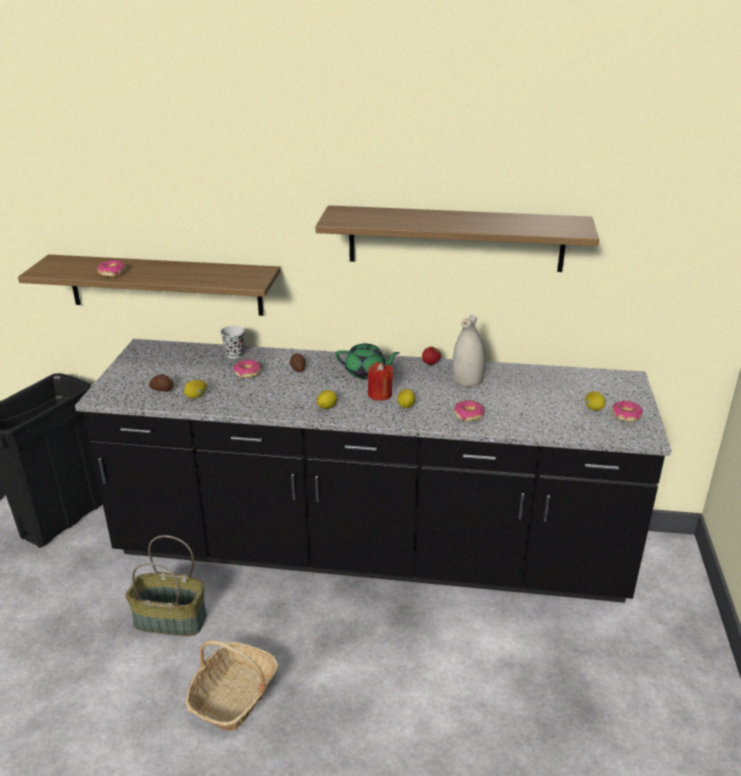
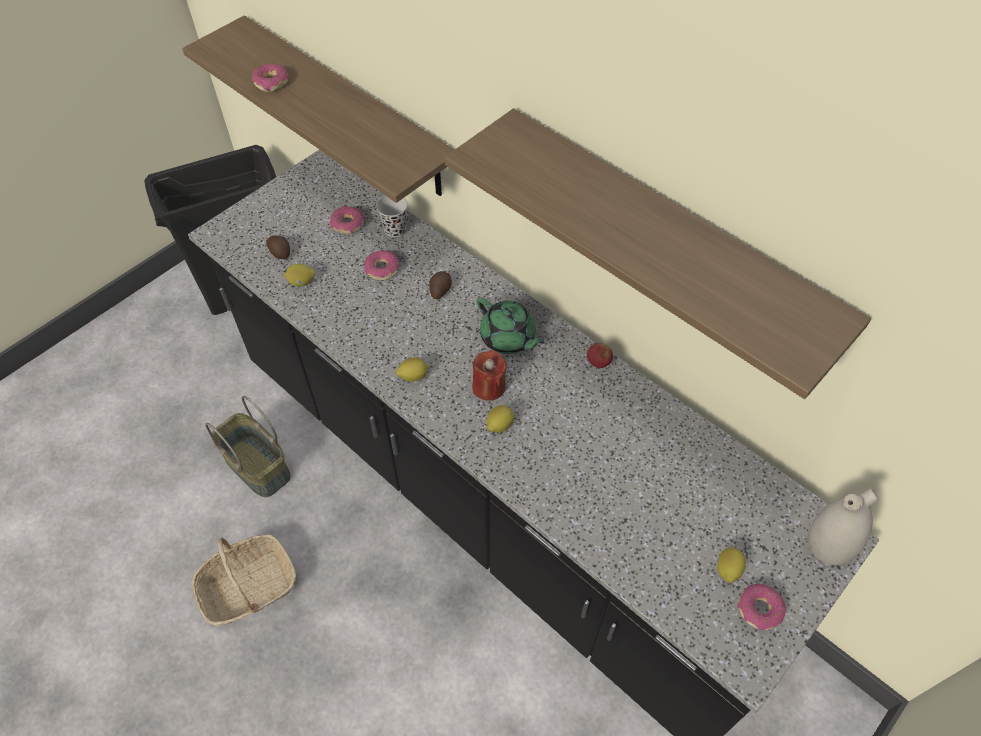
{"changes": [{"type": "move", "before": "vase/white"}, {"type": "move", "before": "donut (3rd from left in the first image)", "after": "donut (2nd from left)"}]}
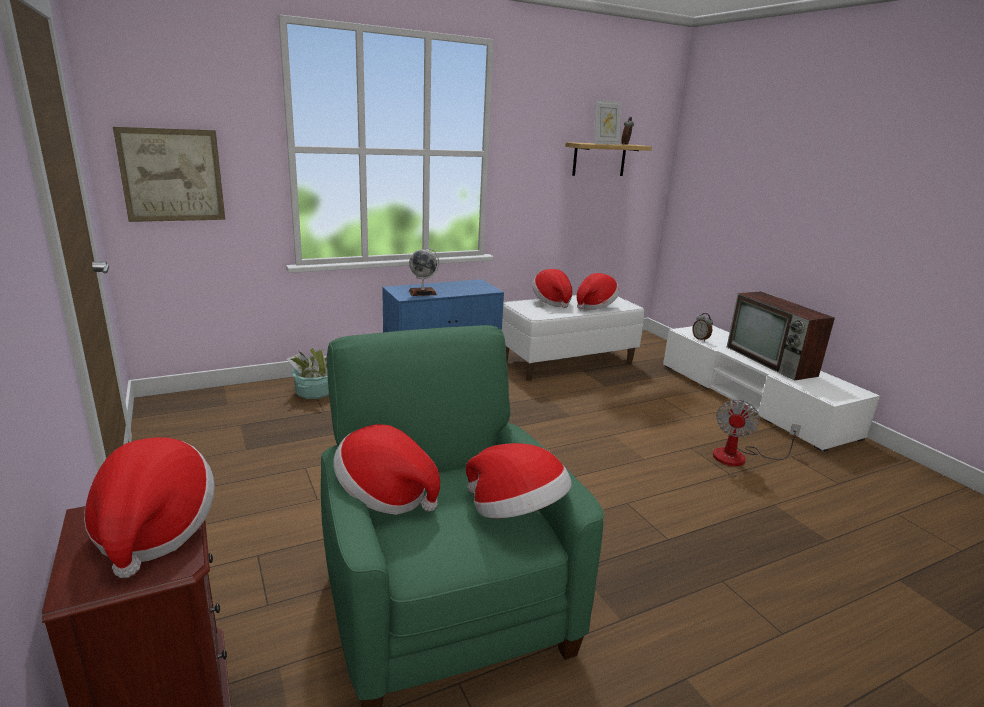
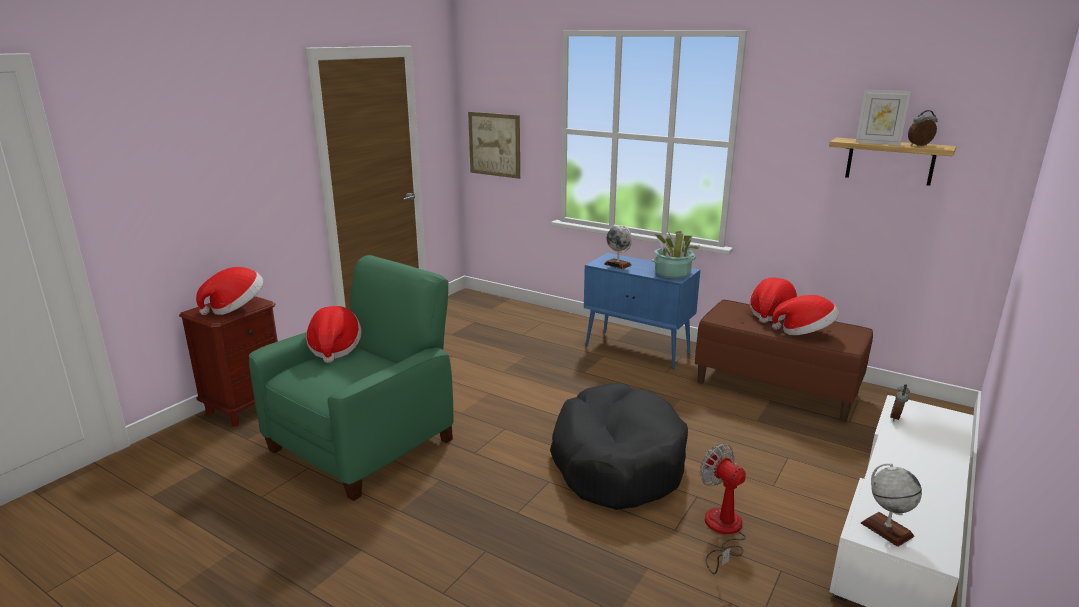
{"changes": [{"type": "delete", "before": "hat (3rd from left)"}, {"type": "delete", "before": "television"}, {"type": "insert", "after": "dog bed/black"}, {"type": "insert", "after": "globe (2nd from left)"}, {"type": "move", "before": "potted plant"}, {"type": "recolor", "before": "bench/white", "after": "bench/brown"}, {"type": "rotate", "before": "fan", "turn": 60}]}
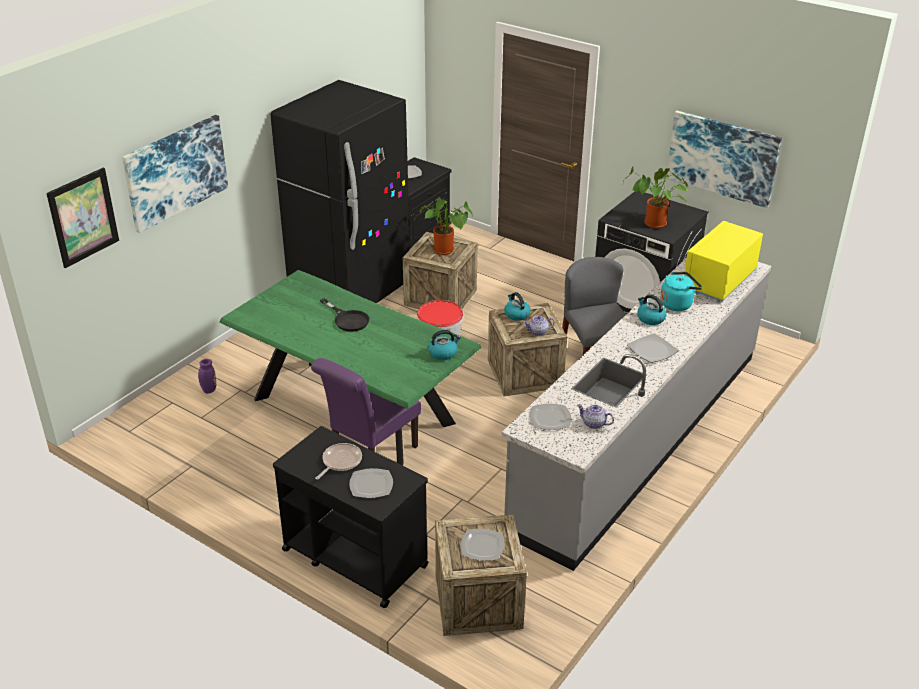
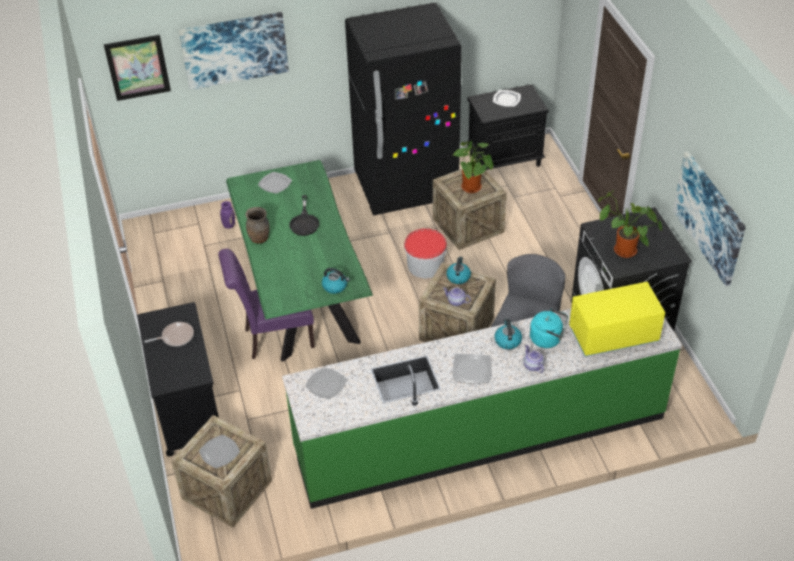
{"changes": [{"type": "insert", "after": "vase/brown"}, {"type": "move", "before": "plate (1st from left in the first image)", "after": "plate (2nd from left)"}, {"type": "move", "before": "teapot (2nd from left)"}, {"type": "recolor", "before": "counter/grey", "after": "counter/green"}]}
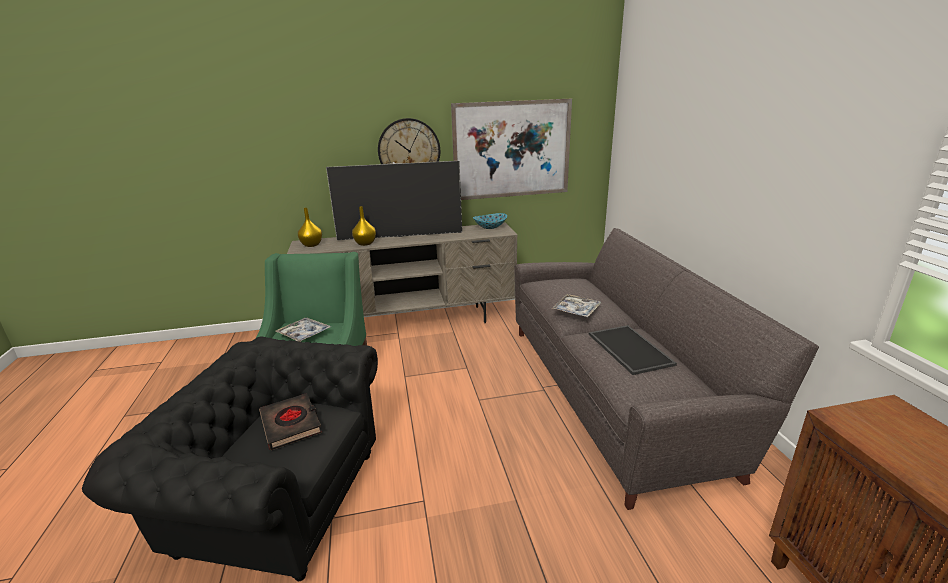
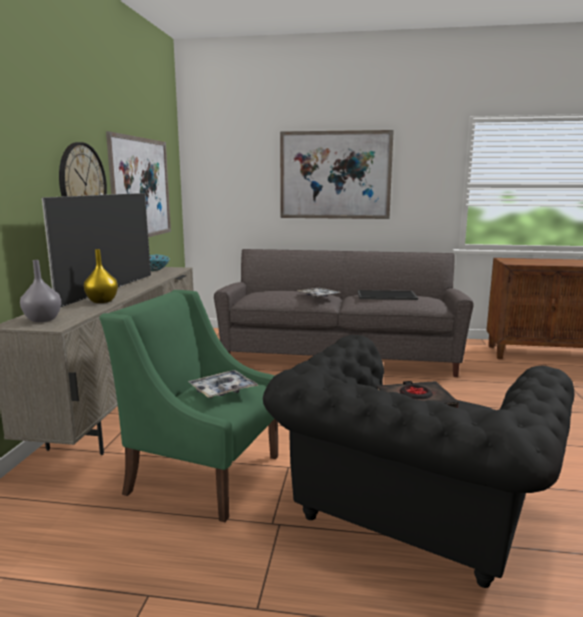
{"changes": [{"type": "insert", "after": "picture (2nd from left)"}, {"type": "recolor", "before": "vase/yellow (1st from left)", "after": "vase/grey"}]}
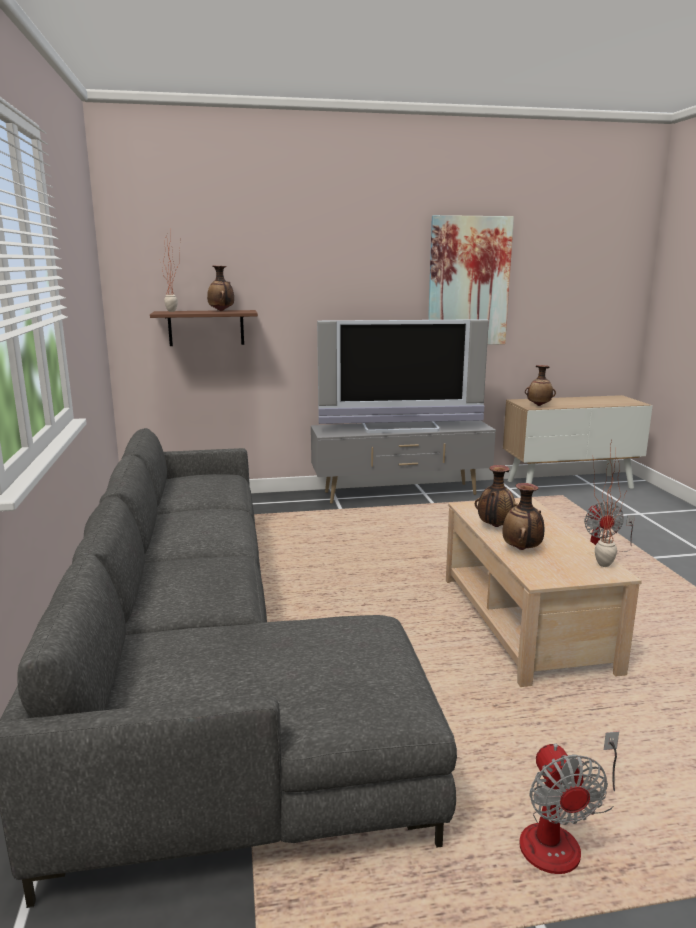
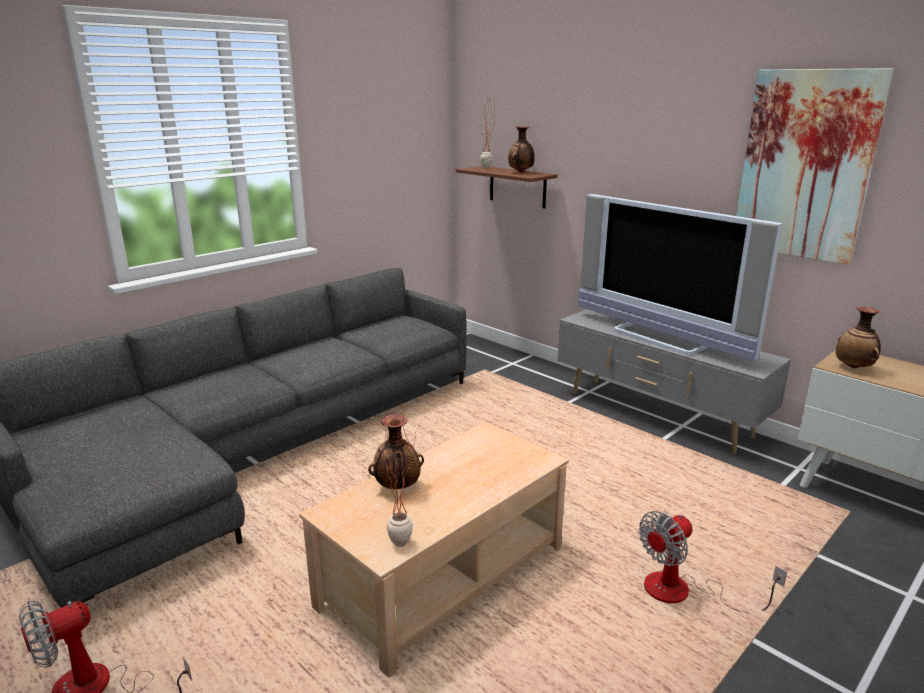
{"changes": [{"type": "delete", "before": "vase (2nd from left)"}]}
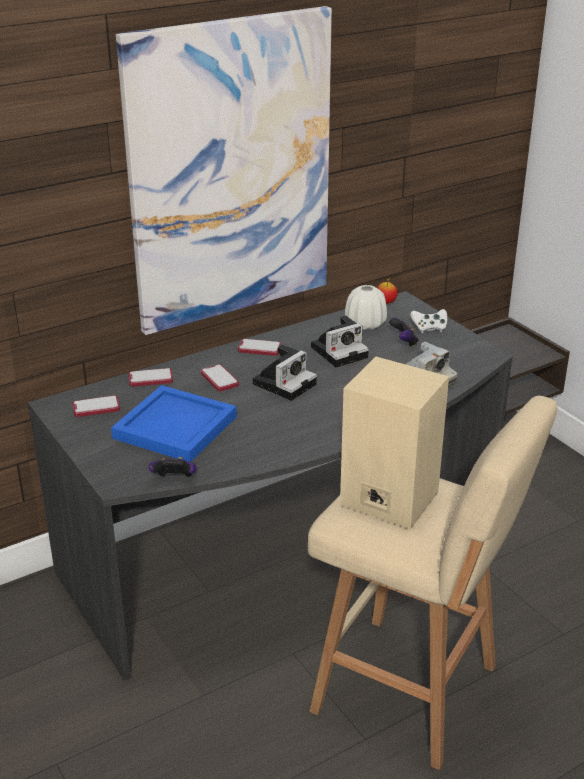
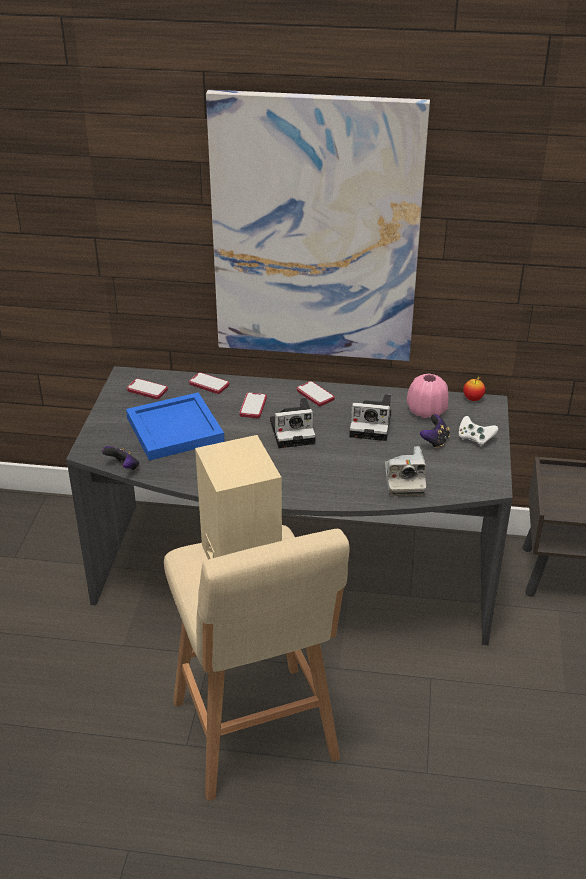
{"changes": [{"type": "recolor", "before": "vase/white", "after": "vase/pink"}]}
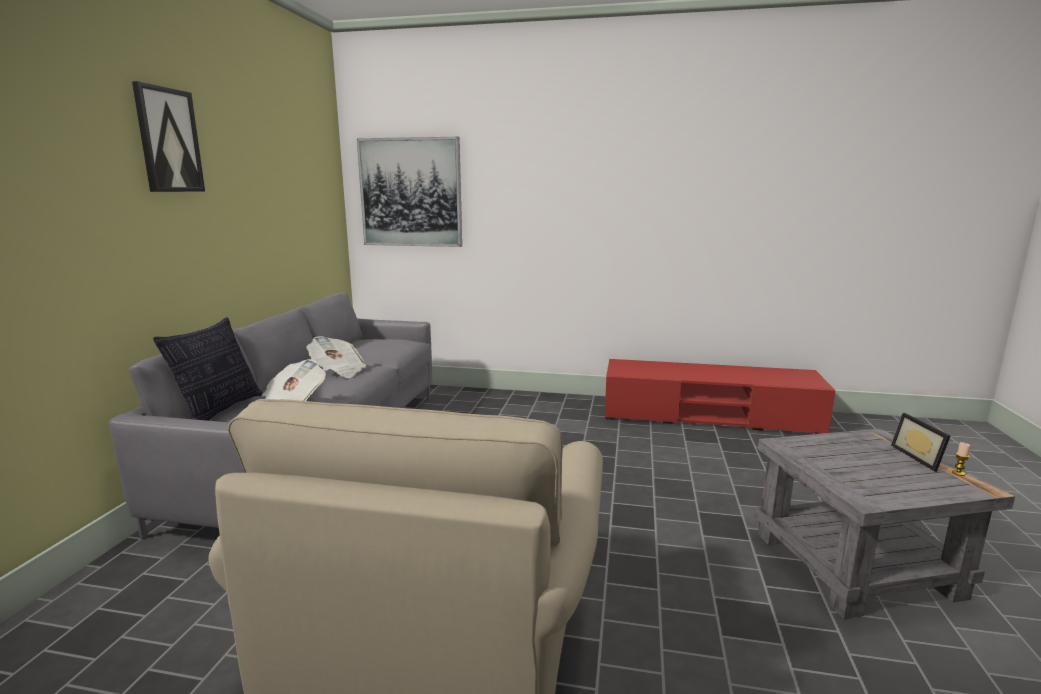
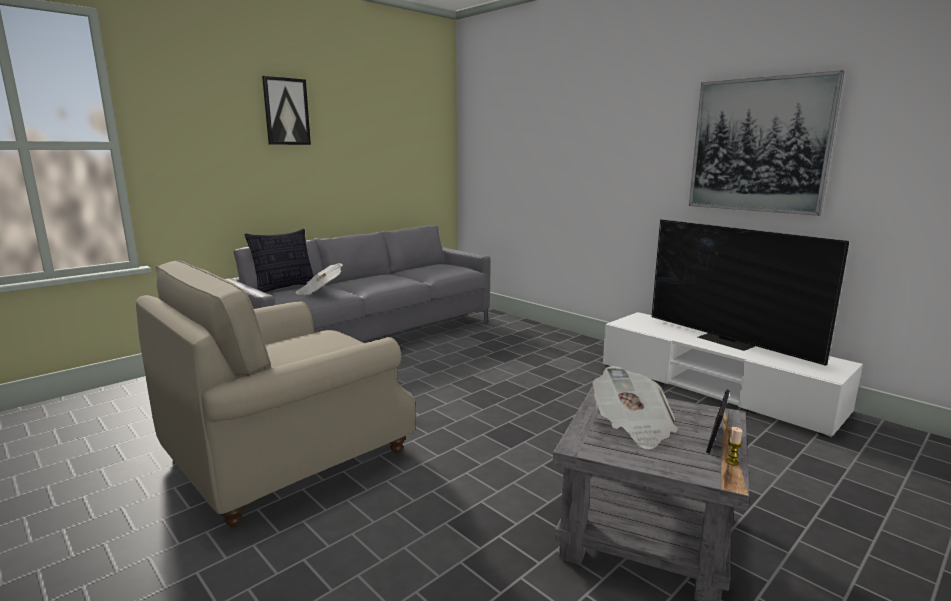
{"changes": [{"type": "insert", "after": "television"}, {"type": "move", "before": "newspaper (2nd from left)"}, {"type": "move", "before": "picture (2nd from left)"}, {"type": "recolor", "before": "tv stand/red", "after": "tv stand/white"}]}
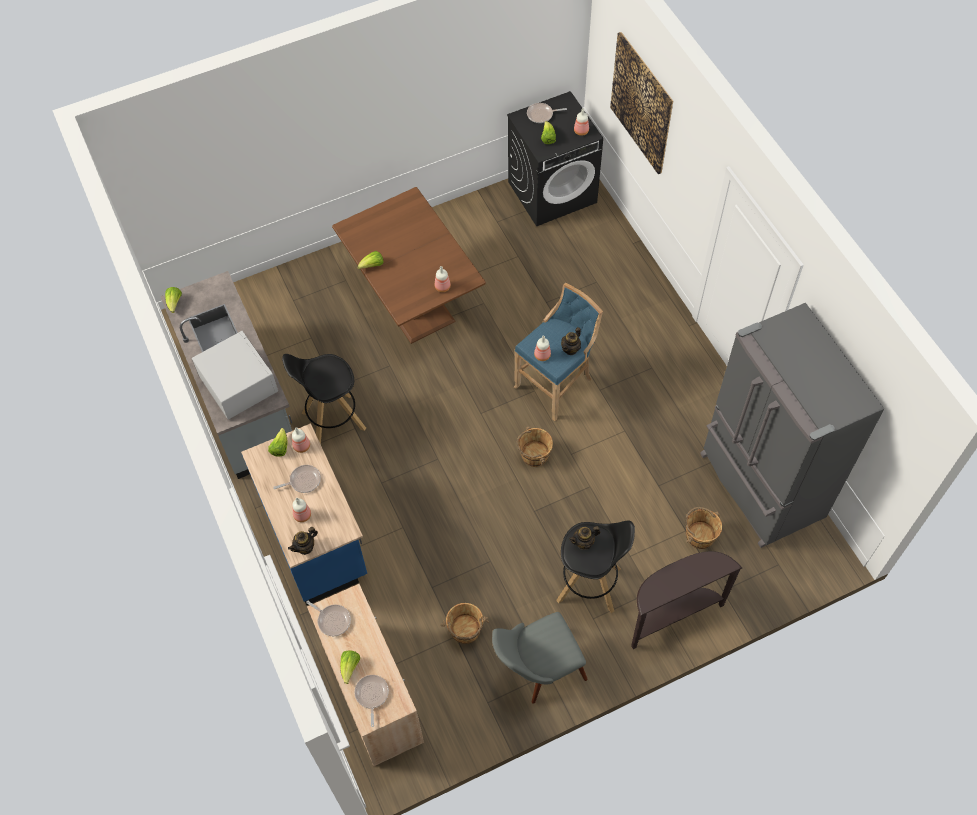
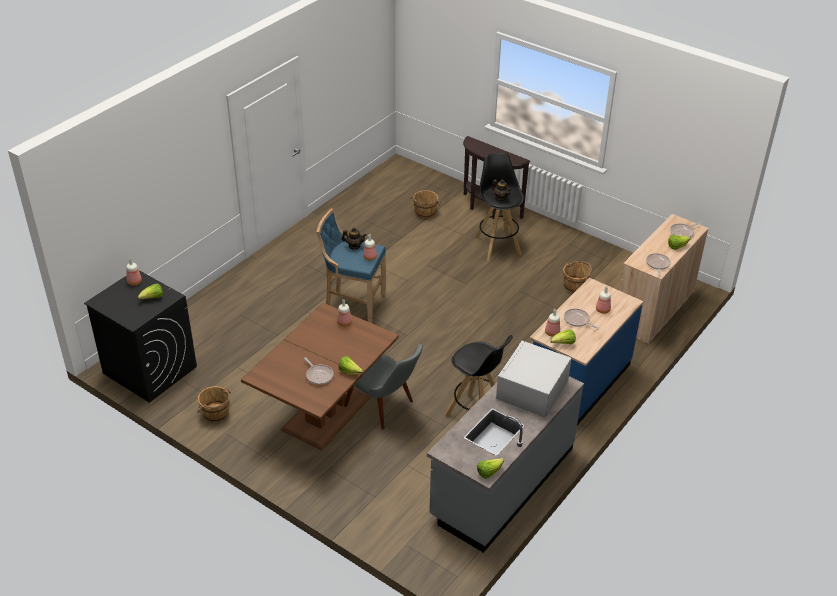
{"changes": [{"type": "delete", "before": "teapot (1st from left)"}, {"type": "delete", "before": "picture"}, {"type": "delete", "before": "fridge/grey"}, {"type": "move", "before": "chair/grey"}, {"type": "move", "before": "bucket/brown (2nd from left in the first image)", "after": "bucket/brown (1st from left)"}, {"type": "move", "before": "frying pan (4th from left in the first image)", "after": "frying pan (1st from left)"}]}
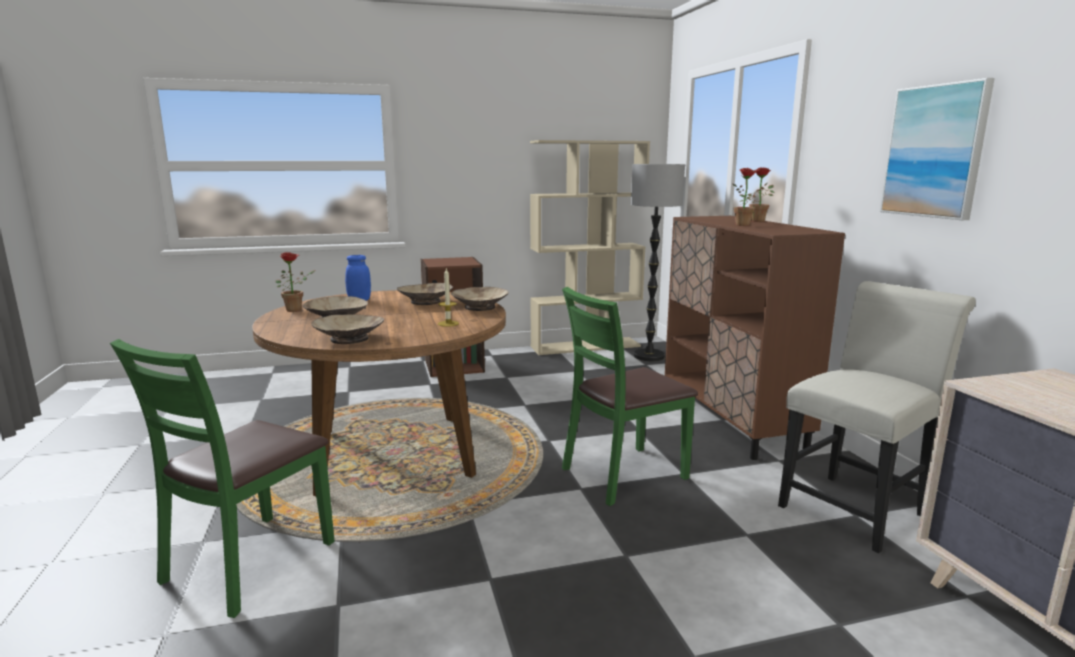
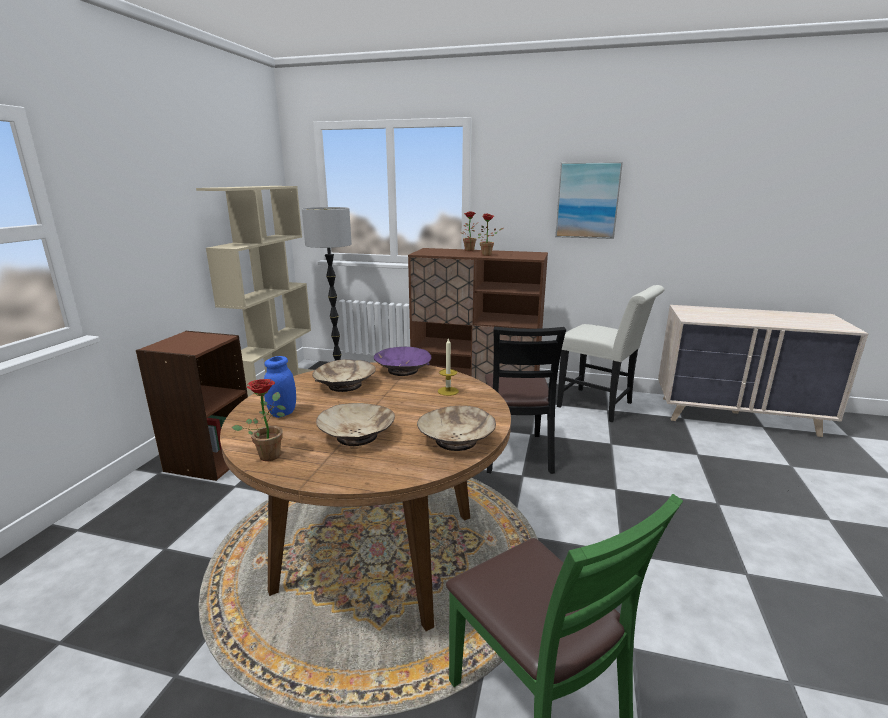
{"changes": [{"type": "recolor", "before": "bowl/beige (4th from left)", "after": "bowl/purple"}, {"type": "recolor", "before": "chair/green (2nd from left)", "after": "chair/black"}, {"type": "rotate", "before": "chair/white", "turn": 135}]}
